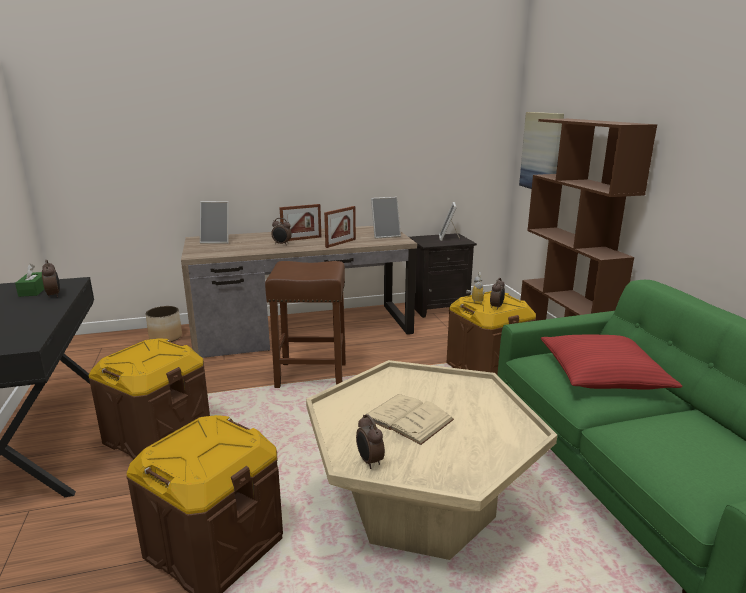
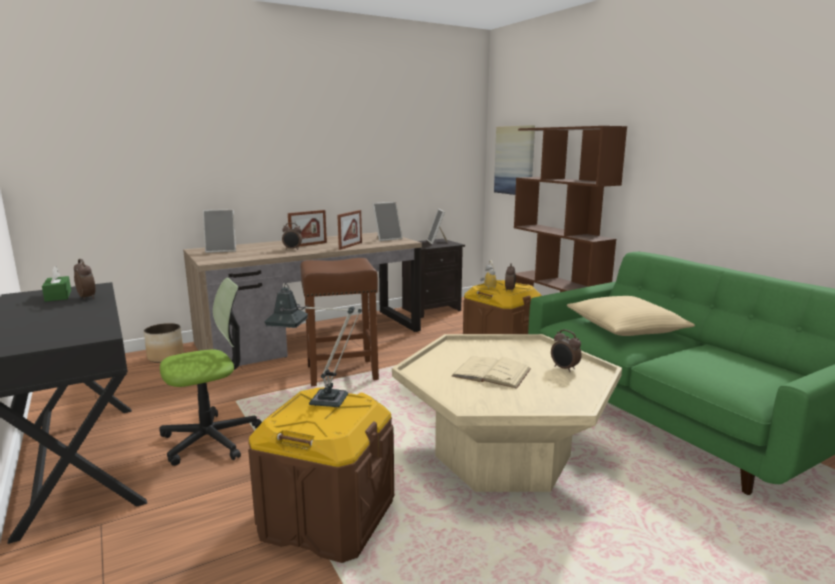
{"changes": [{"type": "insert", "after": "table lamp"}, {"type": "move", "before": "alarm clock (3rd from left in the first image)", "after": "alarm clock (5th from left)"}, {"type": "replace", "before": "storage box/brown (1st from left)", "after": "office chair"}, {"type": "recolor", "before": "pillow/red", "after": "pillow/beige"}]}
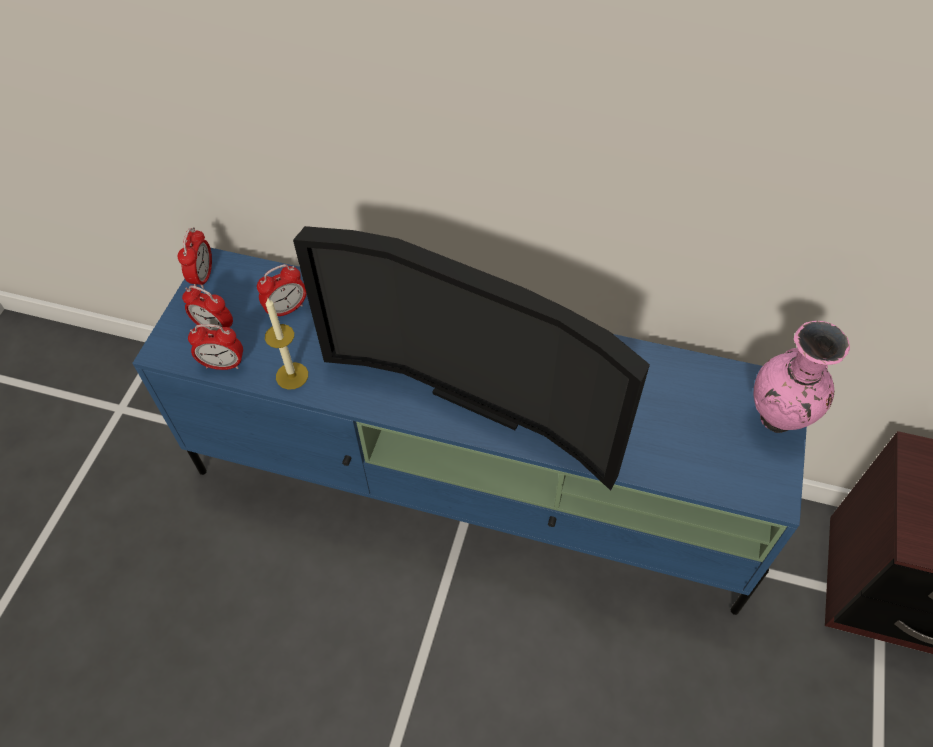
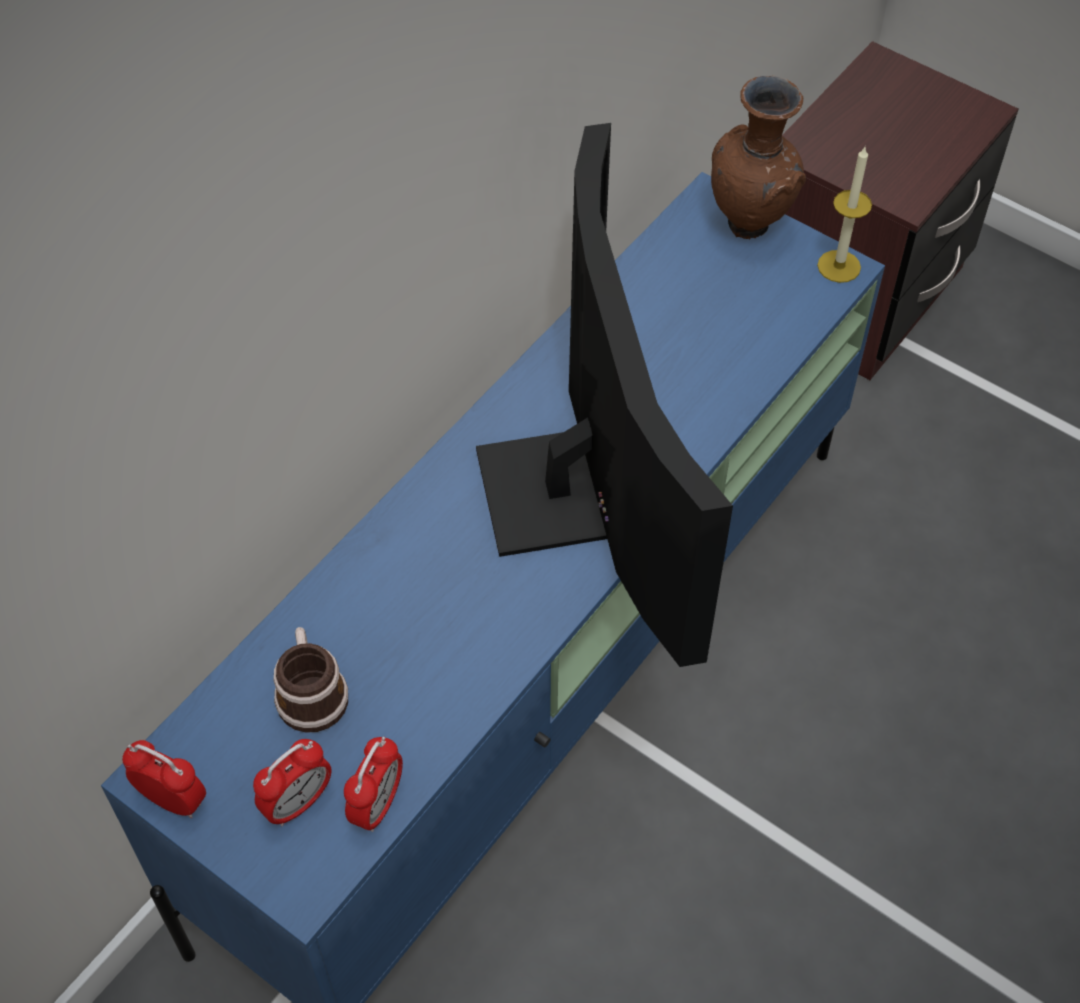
{"changes": [{"type": "move", "before": "candle"}, {"type": "replace", "before": "alarm clock (4th from left)", "after": "mug"}, {"type": "recolor", "before": "vase/pink", "after": "vase/brown"}, {"type": "rotate", "before": "television", "turn": -60}]}
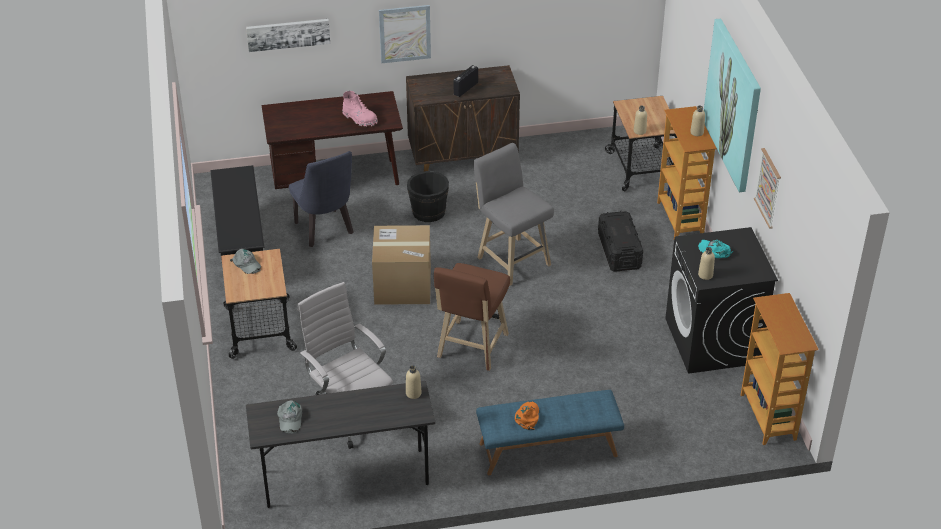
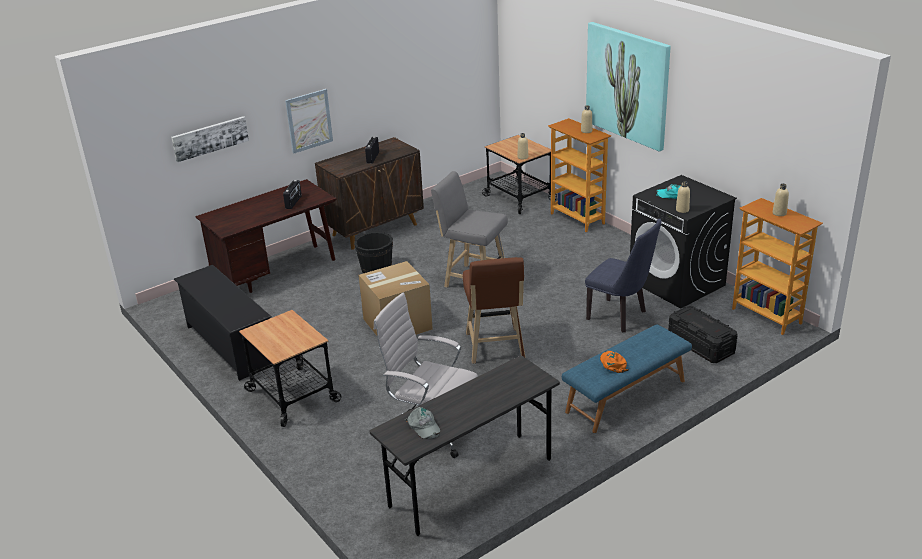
{"changes": [{"type": "delete", "before": "cap/grey (1st from left)"}, {"type": "delete", "before": "picture (4th from left)"}, {"type": "move", "before": "chair/blue"}, {"type": "move", "before": "bottle/beige (1st from left in the first image)", "after": "bottle/beige (4th from left)"}, {"type": "move", "before": "storage box/black"}, {"type": "replace", "before": "boot/pink", "after": "radio (1st from left)"}]}
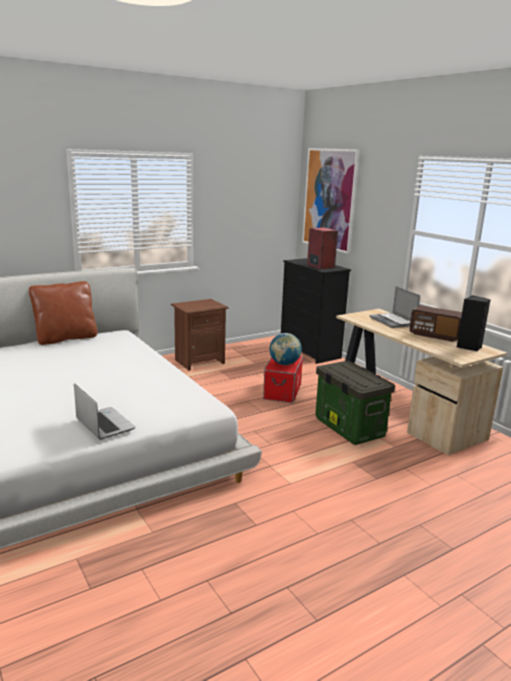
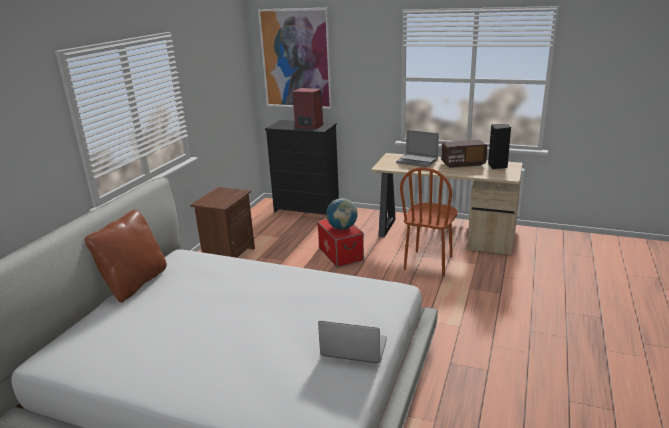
{"changes": [{"type": "replace", "before": "storage box (2nd from left)", "after": "chair/brown"}]}
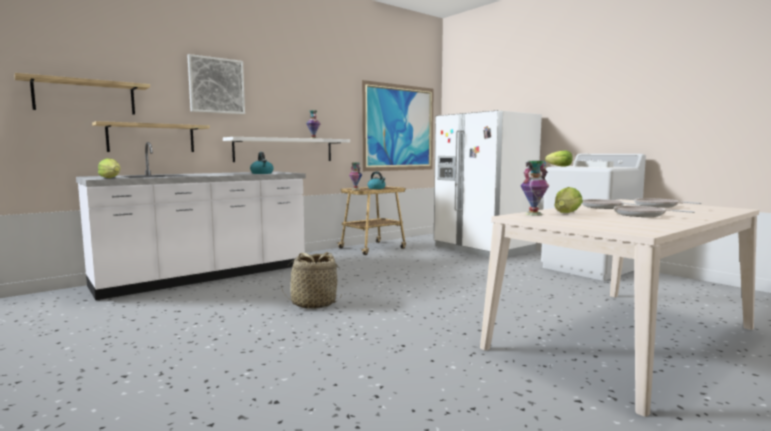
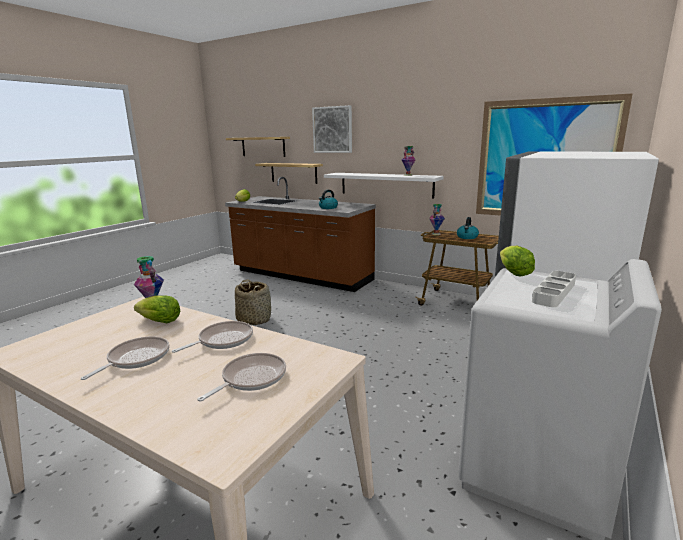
{"changes": [{"type": "recolor", "before": "counter/white", "after": "counter/brown"}]}
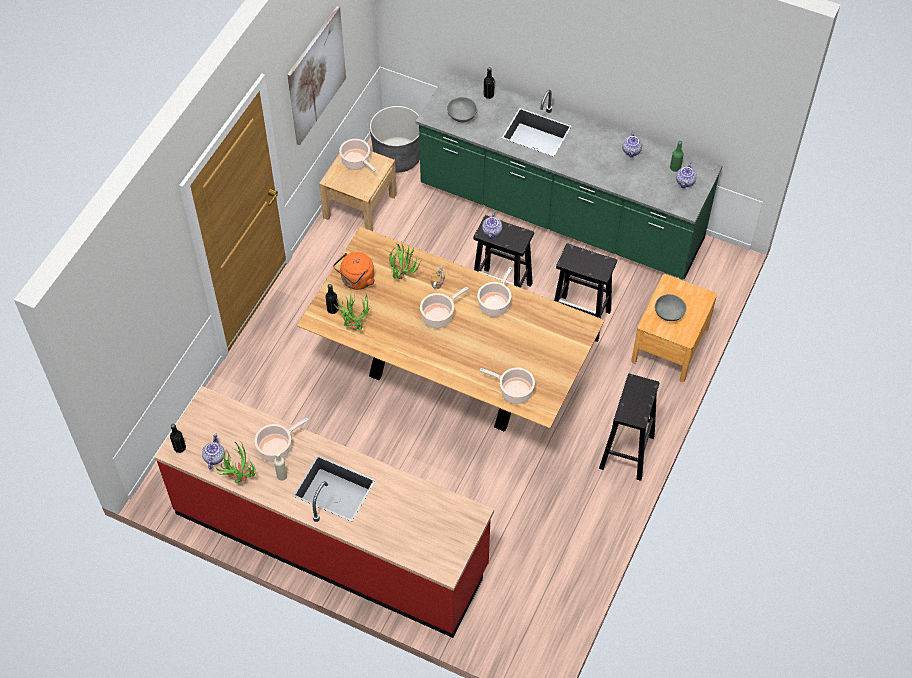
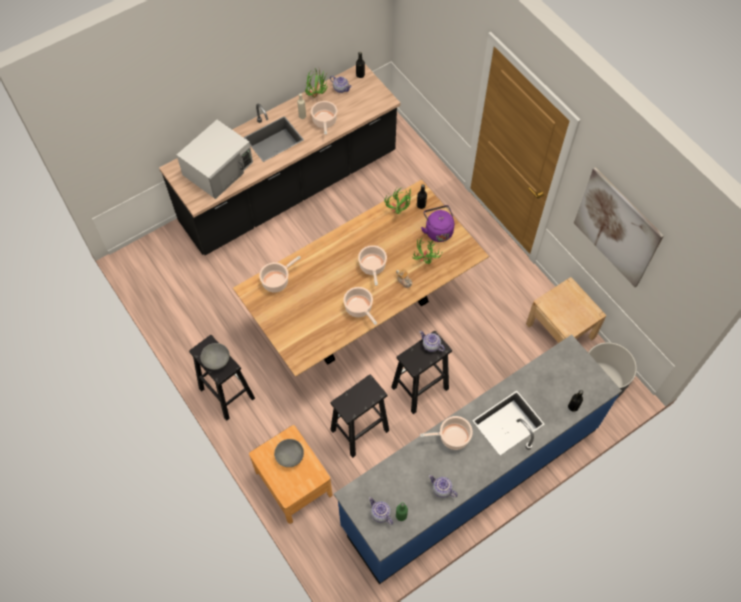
{"changes": [{"type": "insert", "after": "microwave/white"}, {"type": "move", "before": "cooking pot (2nd from left in the first image)", "after": "cooking pot (5th from left)"}, {"type": "move", "before": "bowl/grey (1st from left)"}, {"type": "recolor", "before": "counter/red", "after": "counter/black"}, {"type": "recolor", "before": "kettle/orange", "after": "kettle/purple"}, {"type": "recolor", "before": "counter/green", "after": "counter/blue"}]}
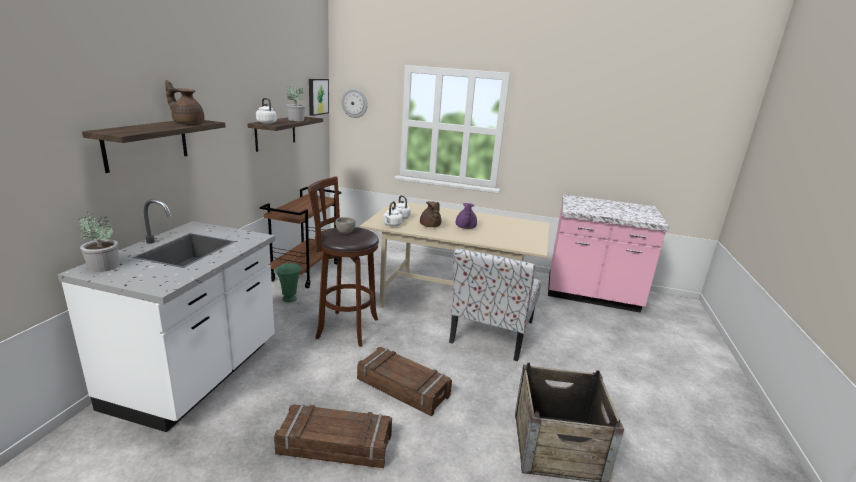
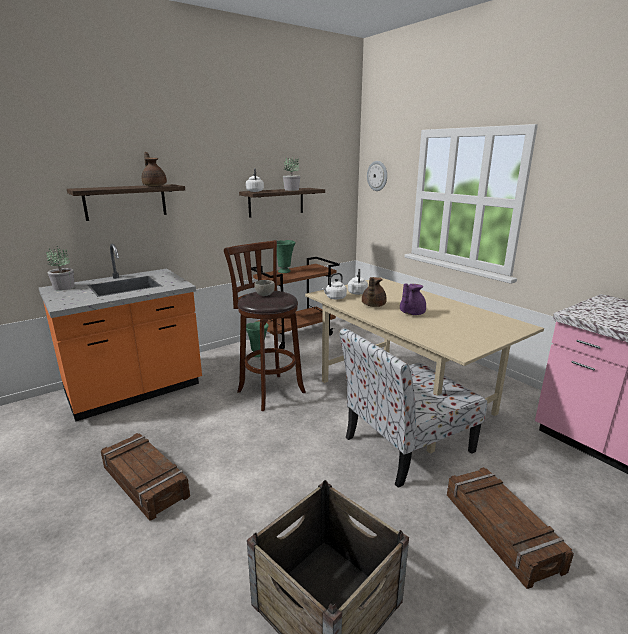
{"changes": [{"type": "delete", "before": "picture"}, {"type": "insert", "after": "vase/green (2nd from left)"}, {"type": "move", "before": "crate (2nd from left in the first image)", "after": "crate (3rd from left)"}, {"type": "recolor", "before": "counter/white", "after": "counter/orange"}]}
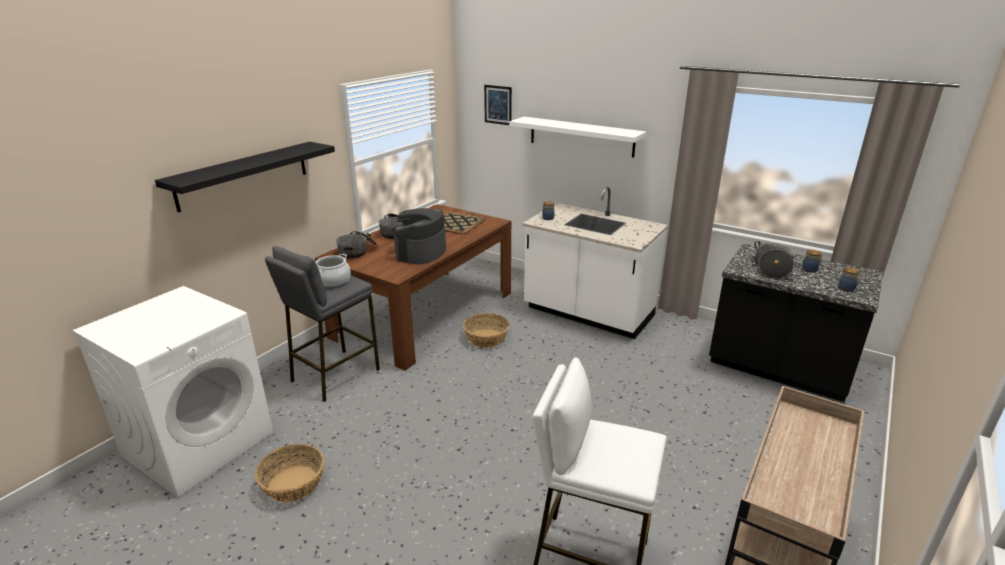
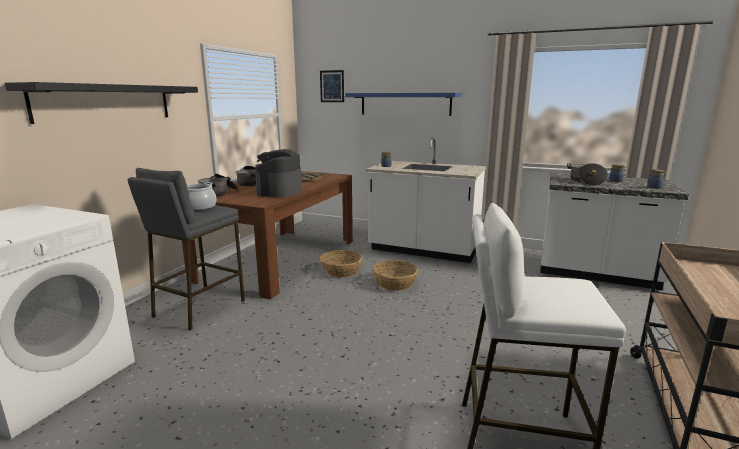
{"changes": [{"type": "move", "before": "basket (1st from left in the first image)", "after": "basket (2nd from left)"}, {"type": "recolor", "before": "shelf/white", "after": "shelf/blue"}, {"type": "recolor", "before": "counter/black", "after": "counter/white (2nd from left)"}]}
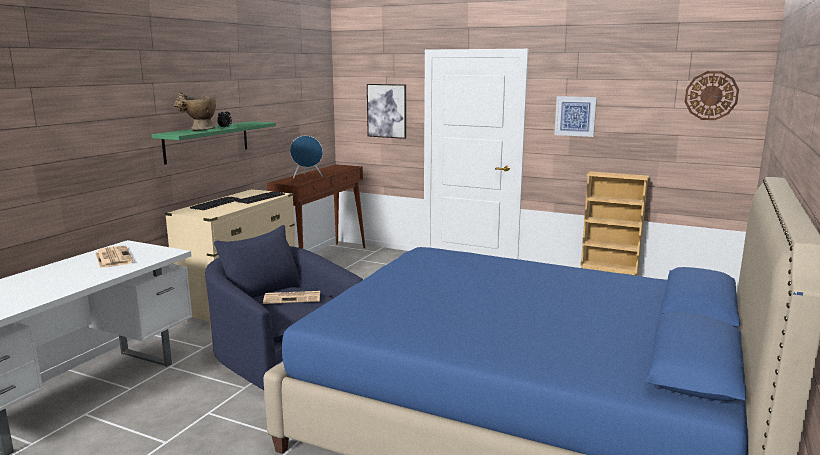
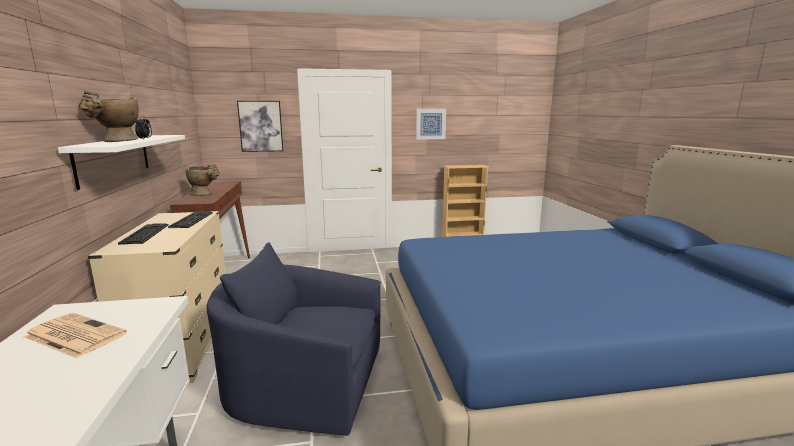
{"changes": [{"type": "delete", "before": "newspaper (2nd from left)"}, {"type": "delete", "before": "wall clock"}, {"type": "replace", "before": "speaker/blue", "after": "vase/beige (2nd from left)"}, {"type": "recolor", "before": "shelf/green", "after": "shelf/white"}]}
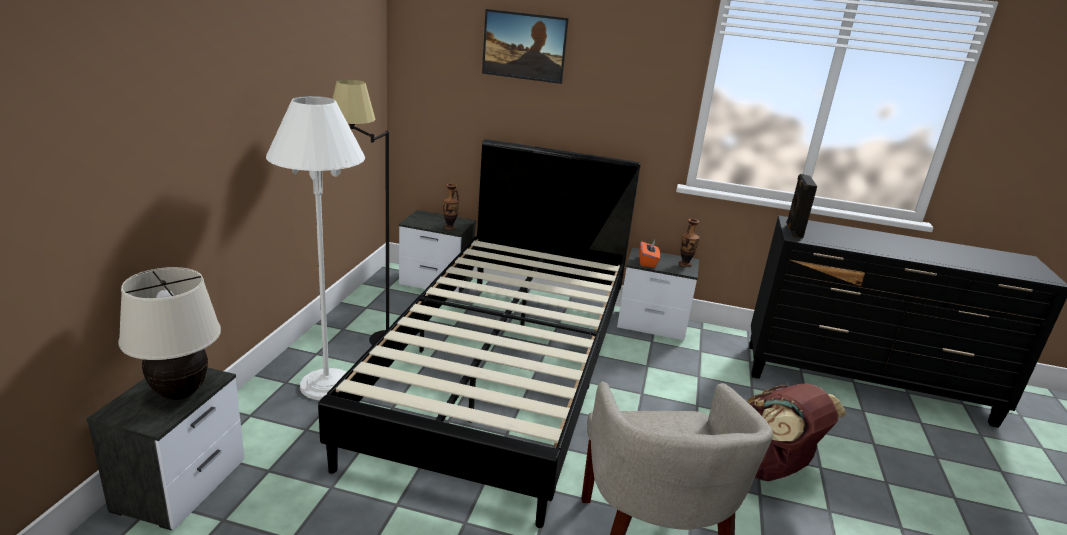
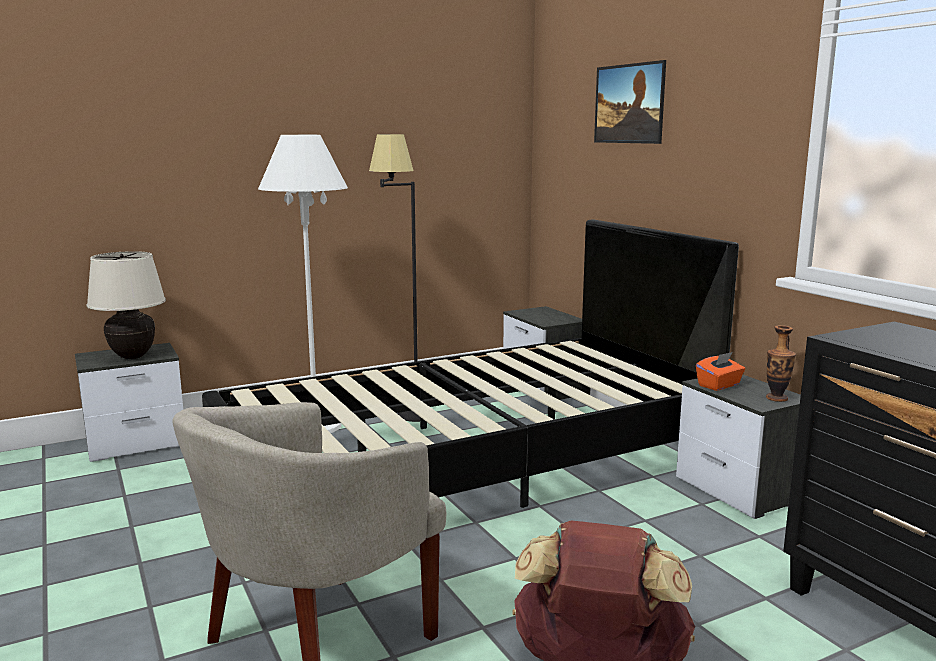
{"changes": [{"type": "delete", "before": "vase (1st from left)"}, {"type": "delete", "before": "speaker/black"}]}
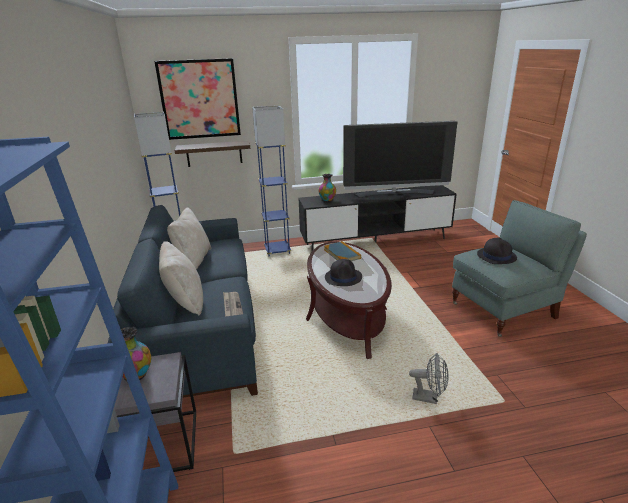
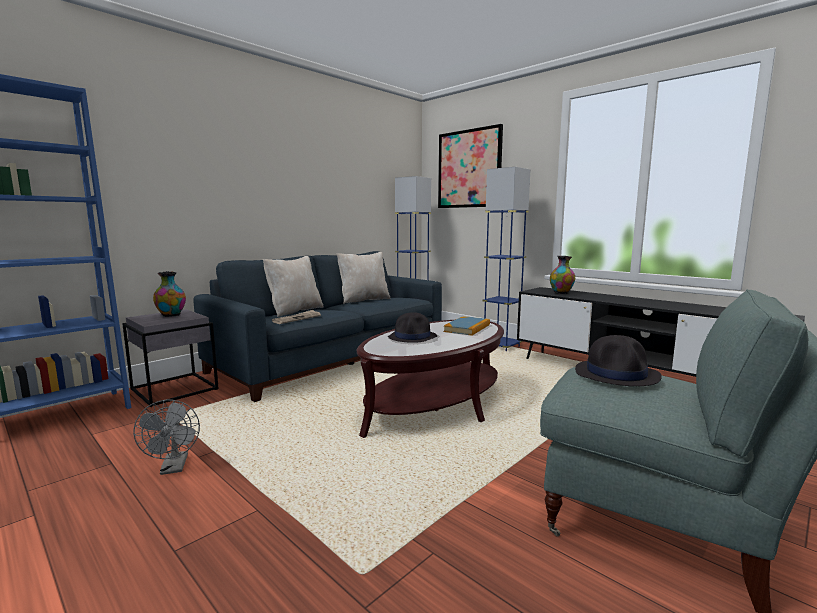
{"changes": [{"type": "delete", "before": "shelf"}, {"type": "delete", "before": "television"}, {"type": "move", "before": "fan/grey"}]}
